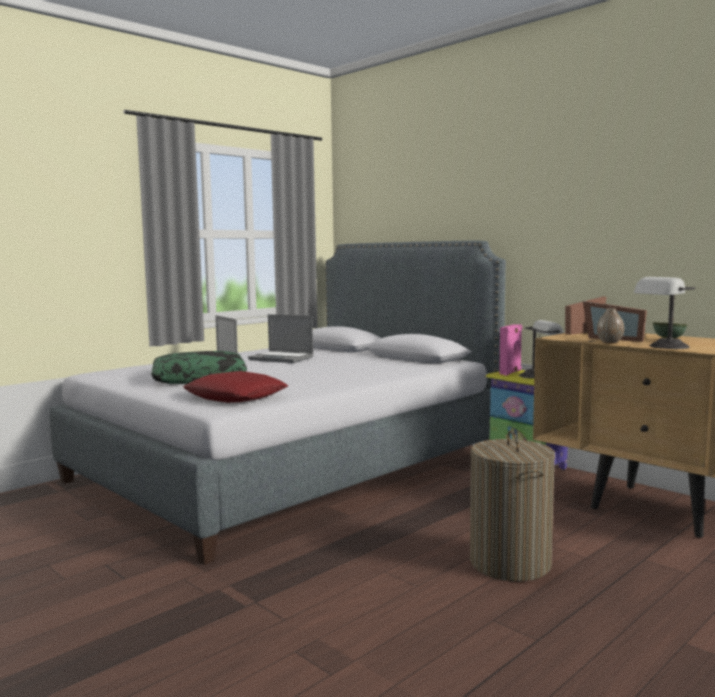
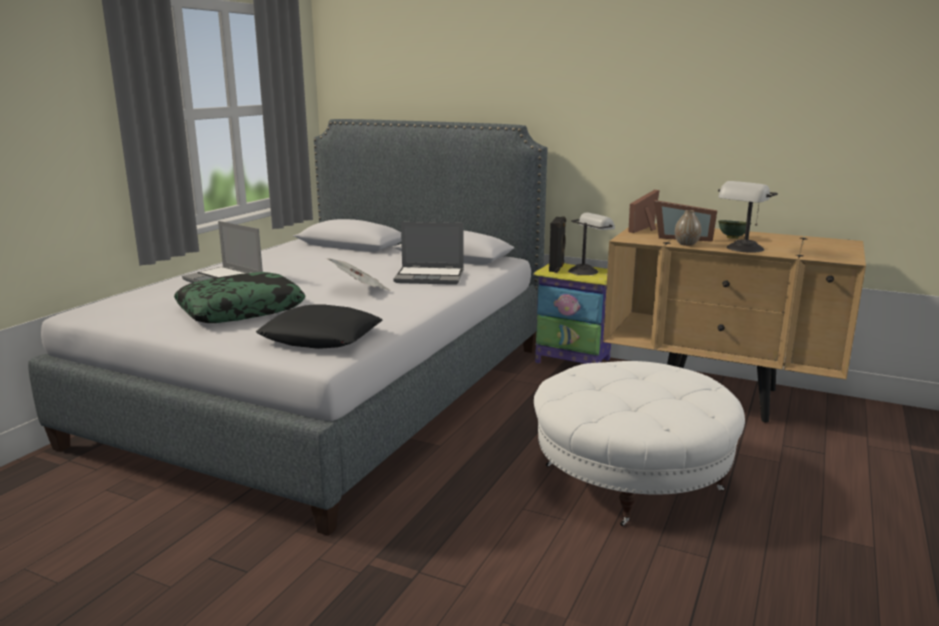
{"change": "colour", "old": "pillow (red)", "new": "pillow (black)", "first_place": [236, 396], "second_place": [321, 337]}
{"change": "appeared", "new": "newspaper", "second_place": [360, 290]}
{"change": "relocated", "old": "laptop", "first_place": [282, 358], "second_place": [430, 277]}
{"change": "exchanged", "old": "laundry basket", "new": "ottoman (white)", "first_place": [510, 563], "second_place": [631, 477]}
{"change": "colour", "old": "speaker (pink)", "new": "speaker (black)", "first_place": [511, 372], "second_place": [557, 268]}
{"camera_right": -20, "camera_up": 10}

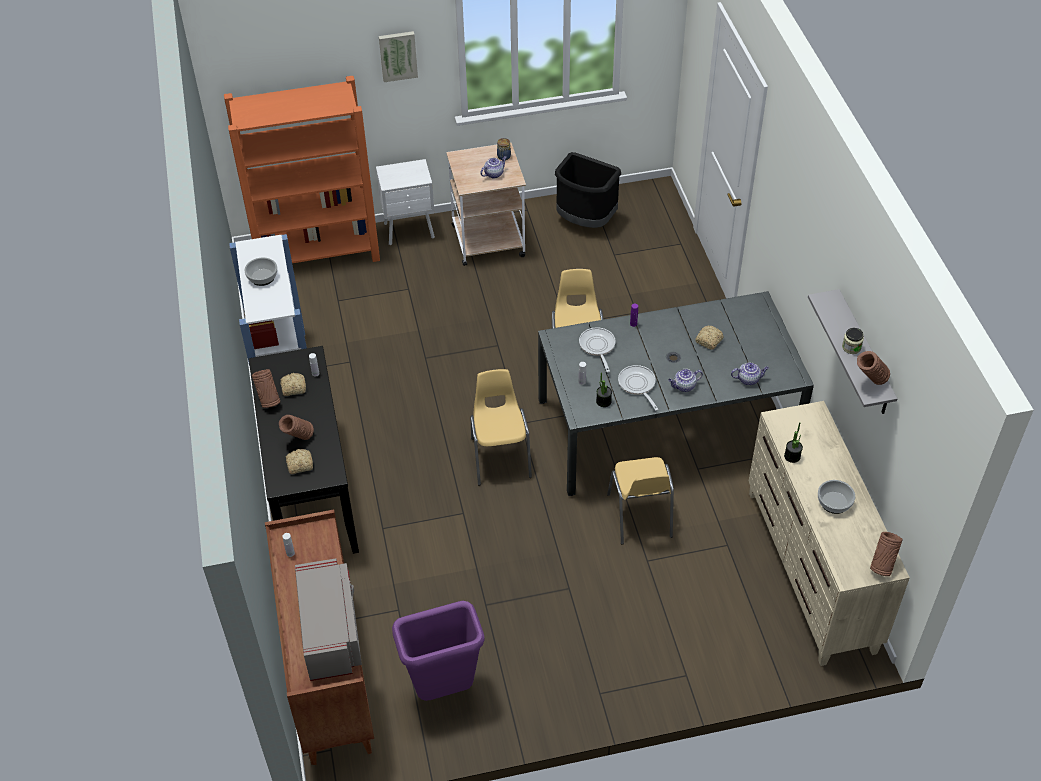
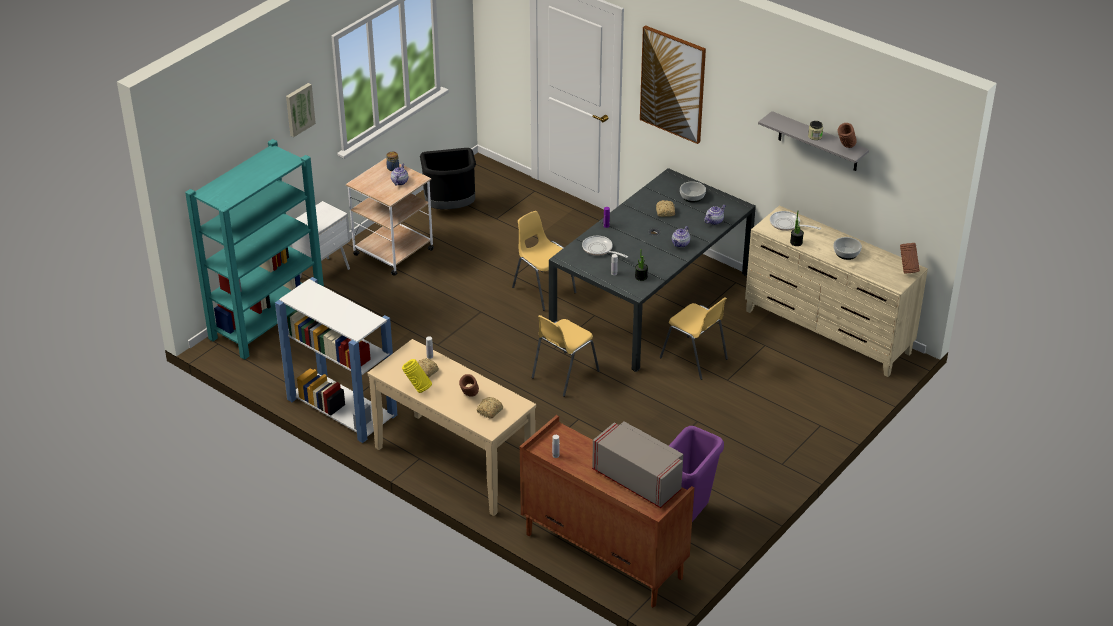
{"change": "colour", "old": "bookcase (orange)", "new": "bookcase (turquoise)", "first_place": [317, 252], "second_place": [267, 320]}
{"change": "colour", "old": "console table (black)", "new": "console table (beige)", "first_place": [310, 490], "second_place": [454, 464]}
{"change": "colour", "old": "vase (brown)", "new": "vase (yellow)", "first_place": [269, 401], "second_place": [417, 388]}
{"change": "spun", "old": "chair (yellow)", "first_place": [500, 457], "second_place": [564, 374], "degrees": -90}
{"change": "appeared", "new": "picture", "second_place": [673, 84]}
{"change": "relocated", "old": "bowl", "first_place": [262, 277], "second_place": [692, 196]}
{"change": "relocated", "old": "frying pan", "first_place": [638, 385], "second_place": [787, 224]}
{"camera_right": -40, "camera_up": -10}

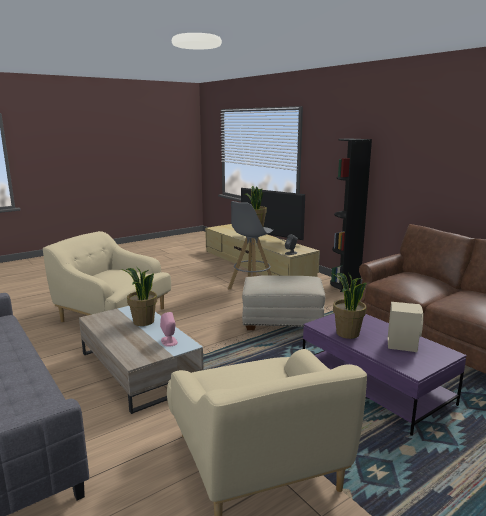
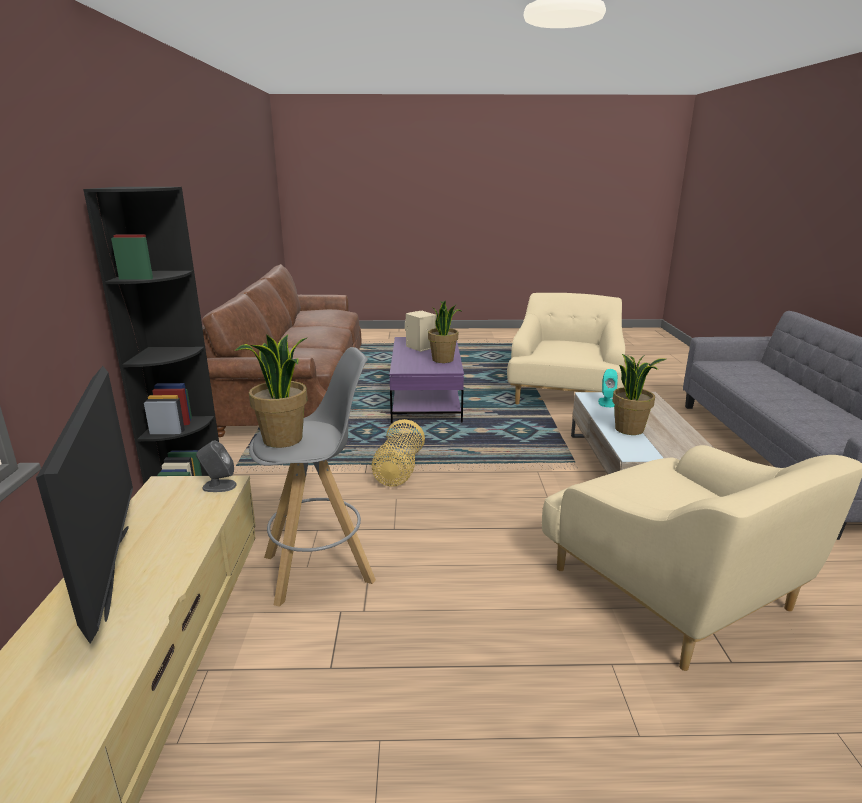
{"change": "exchanged", "old": "ottoman (beige)", "new": "basket", "first_place": [282, 321], "second_place": [398, 471]}
{"change": "colour", "old": "speaker (pink)", "new": "speaker (turquoise)", "first_place": [169, 341], "second_place": [606, 402]}
{"camera_right": -145, "camera_up": 5}

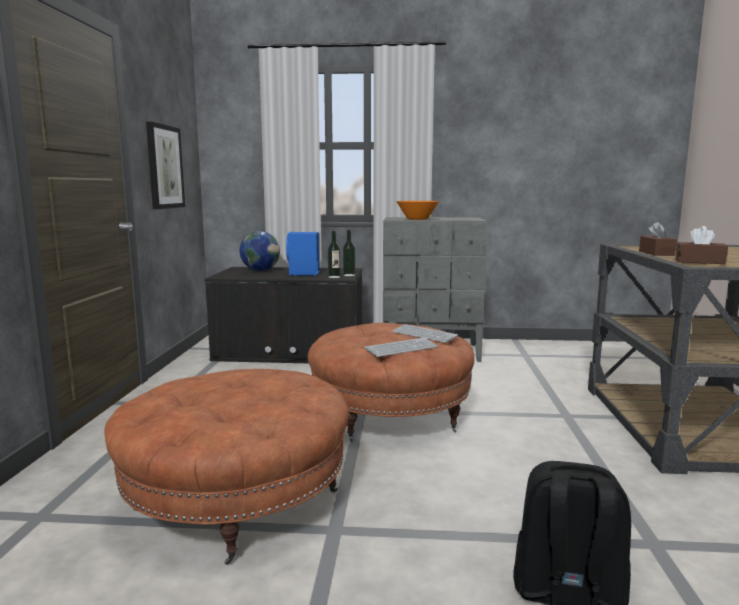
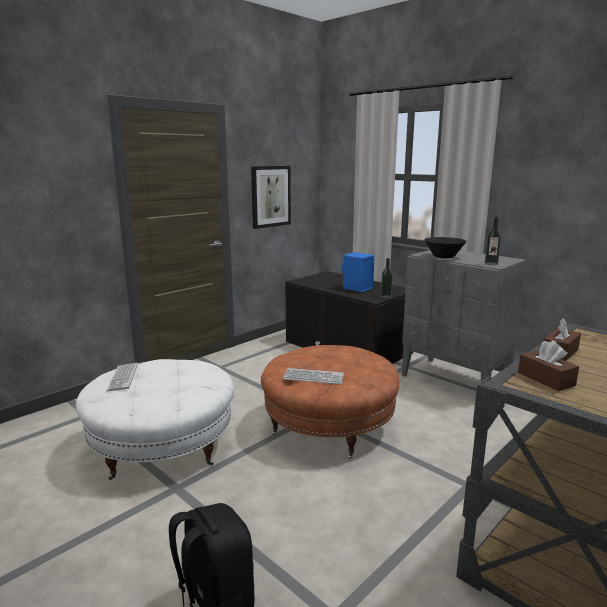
{"change": "colour", "old": "ottoman (brown)", "new": "ottoman (white)", "first_place": [237, 501], "second_place": [163, 446]}
{"change": "relocated", "old": "keyboard", "first_place": [424, 334], "second_place": [123, 377]}
{"change": "colour", "old": "bowl (orange)", "new": "bowl (black)", "first_place": [417, 219], "second_place": [443, 257]}
{"change": "relocated", "old": "bottle", "first_place": [334, 277], "second_place": [491, 264]}
{"change": "missing", "old": "globe", "first_place": [260, 270]}
{"camera_right": 40, "camera_up": 5}

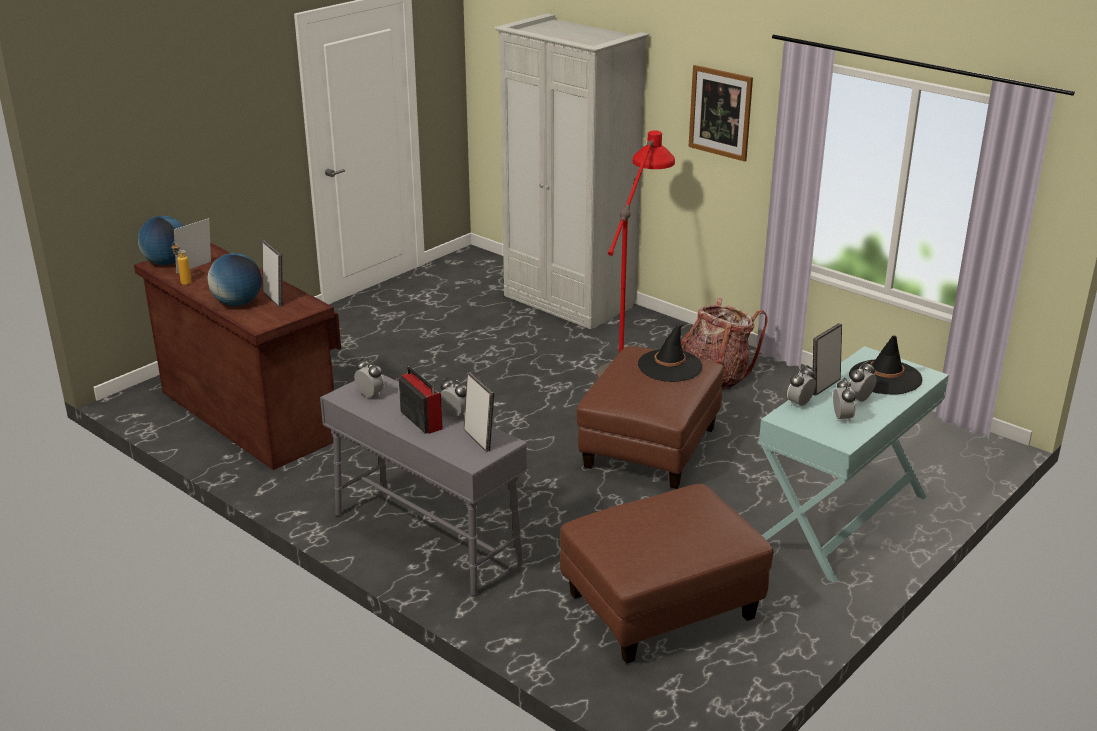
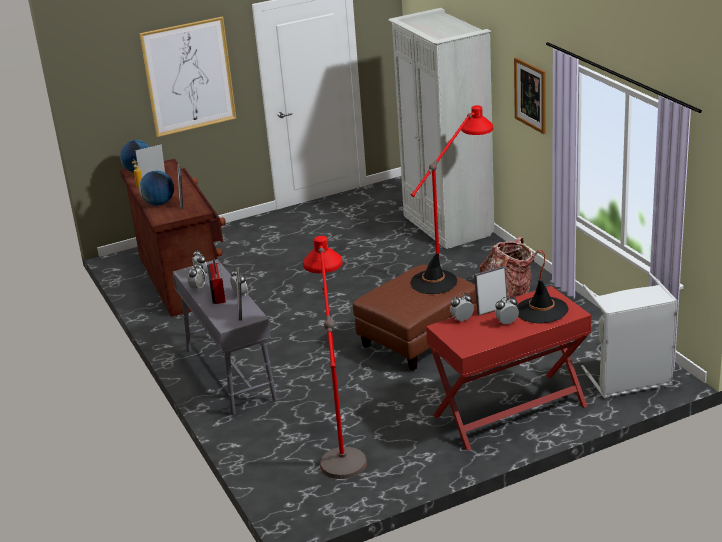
{"change": "appeared", "new": "picture", "second_place": [189, 76]}
{"change": "relocated", "old": "alarm clock", "first_place": [842, 418], "second_place": [198, 288]}
{"change": "exchanged", "old": "ottoman (brown)", "new": "floor lamp (red)", "first_place": [661, 607], "second_place": [341, 443]}
{"change": "colour", "old": "desk (turquoise)", "new": "desk (red)", "first_place": [842, 520], "second_place": [510, 411]}
{"change": "appeared", "new": "laundry basket (grey)", "second_place": [629, 381]}
{"camera_right": 25, "camera_up": 0}

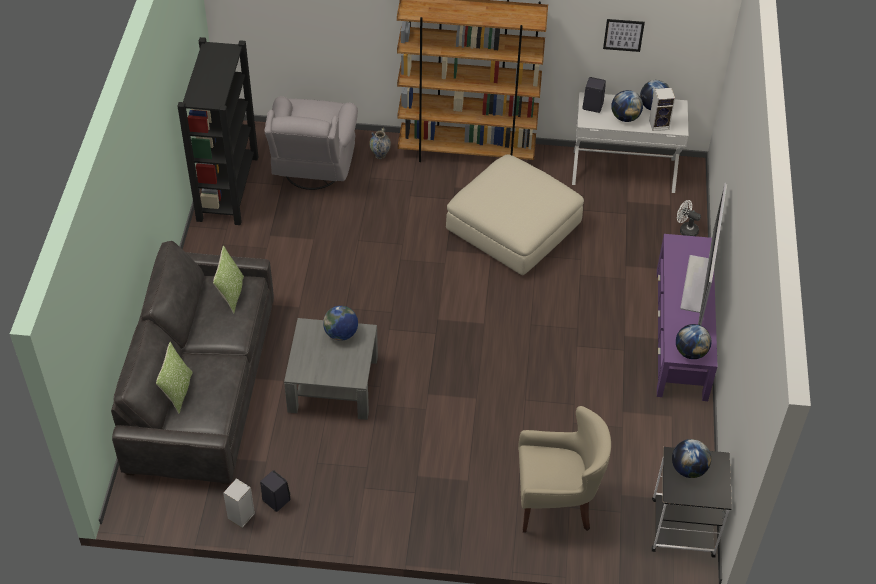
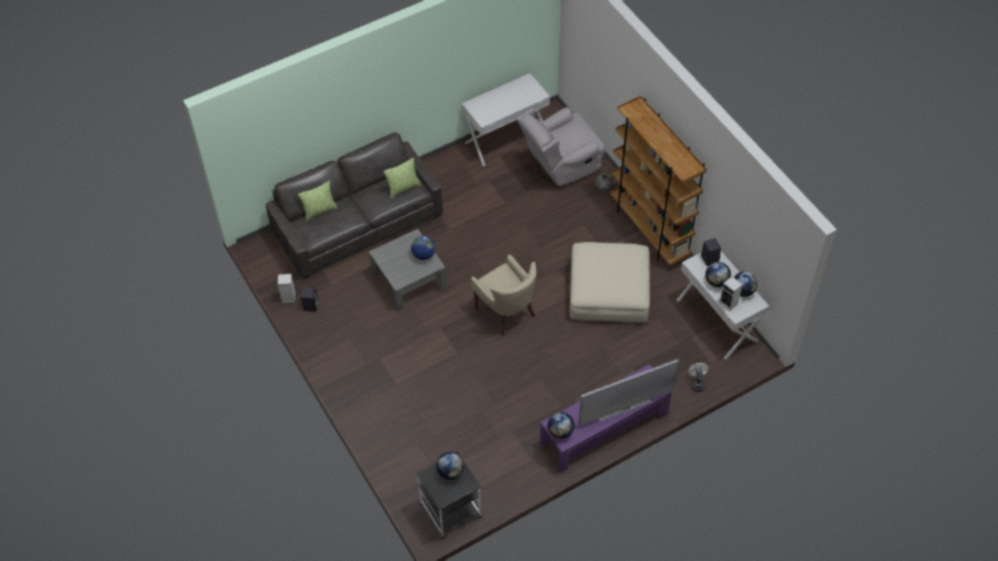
{"change": "exchanged", "old": "bookcase (black)", "new": "console table (white)", "first_place": [227, 188], "second_place": [505, 139]}
{"change": "relocated", "old": "armchair (beige)", "first_place": [556, 504], "second_place": [506, 312]}
{"change": "missing", "old": "picture", "first_place": [623, 35]}
{"camera_right": 55, "camera_up": 5}

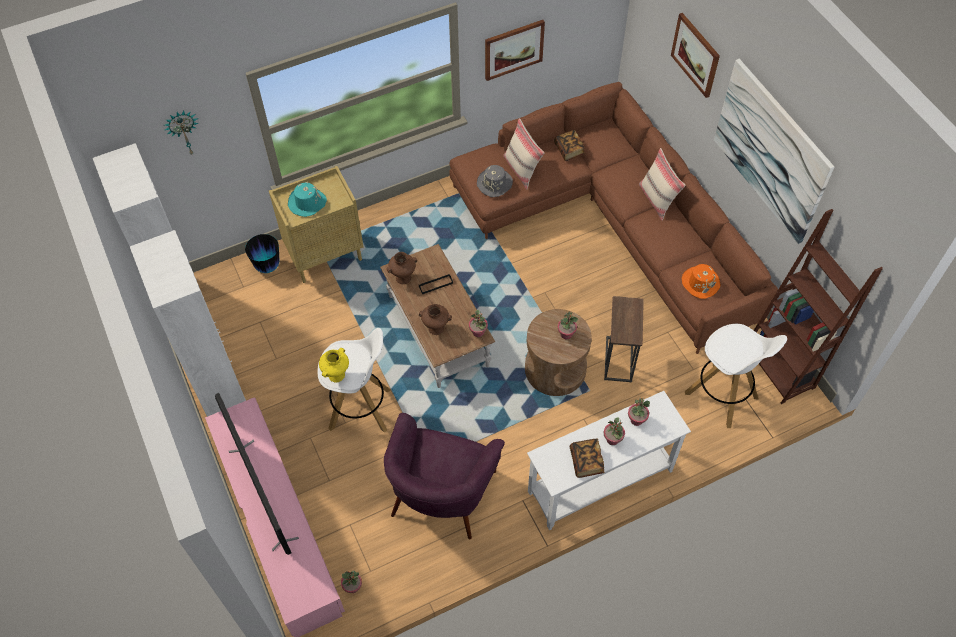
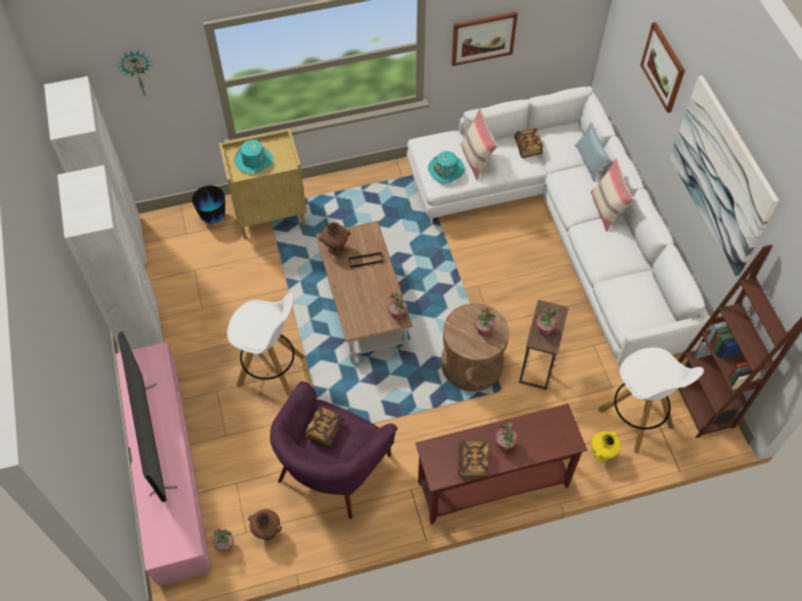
{"change": "relocated", "old": "vase (brown)", "first_place": [435, 328], "second_place": [267, 532]}
{"change": "appeared", "new": "book", "second_place": [324, 430]}
{"change": "colour", "old": "sofa (brown)", "new": "sofa (white)", "first_place": [610, 221], "second_place": [559, 225]}
{"change": "colour", "old": "console table (white)", "new": "console table (brown)", "first_place": [599, 482], "second_place": [492, 485]}
{"change": "colour", "old": "hat (grey)", "new": "hat (turquoise)", "first_place": [495, 183], "second_place": [446, 170]}
{"change": "relocated", "old": "potted plant", "first_place": [636, 420], "second_place": [544, 330]}
{"change": "appeared", "new": "pillow (blue)", "second_place": [589, 162]}
{"change": "relocated", "old": "vase (yellow)", "first_place": [336, 375], "second_place": [601, 454]}
{"change": "missing", "old": "hat (orange)", "first_place": [700, 283]}
{"camera_right": 10, "camera_up": 0}

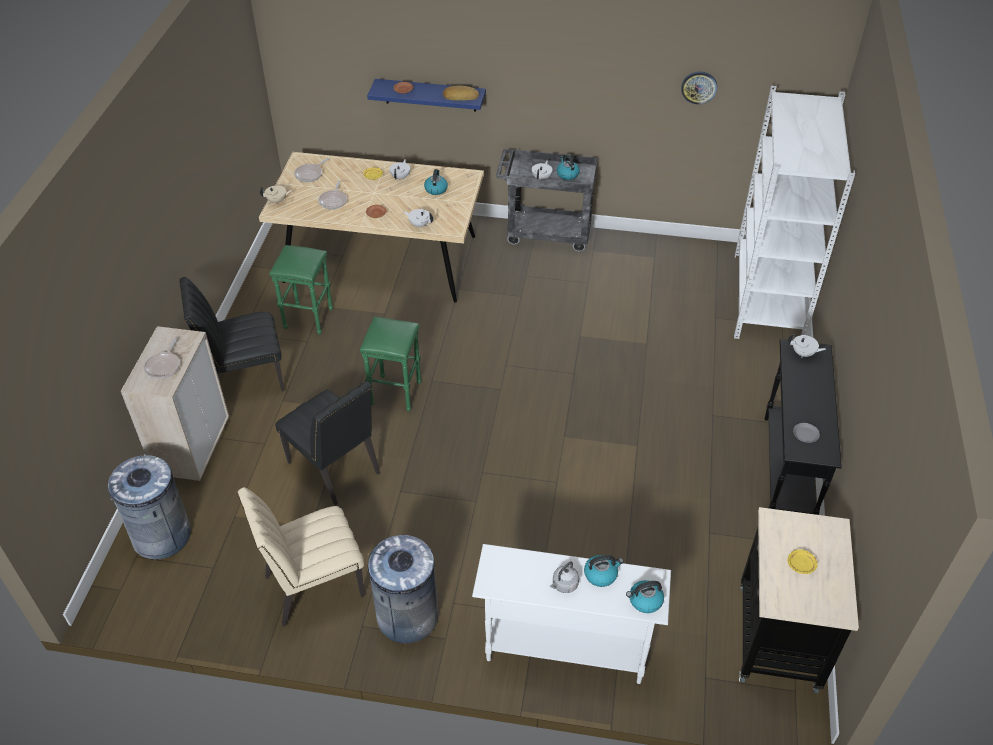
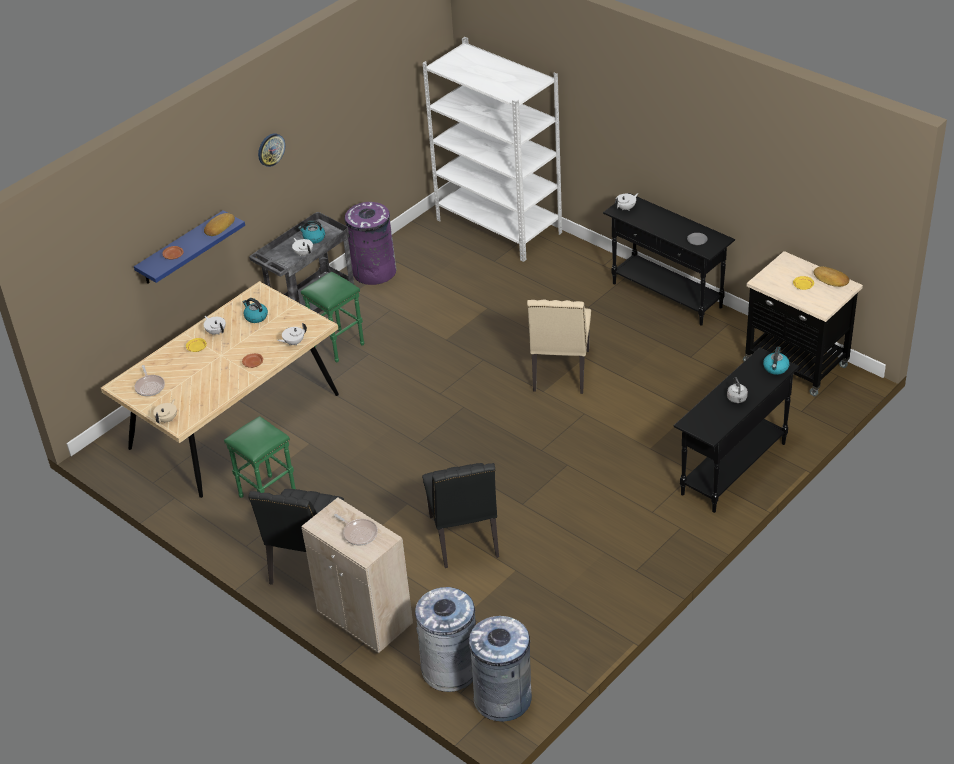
{"change": "relocated", "old": "wall clock", "first_place": [699, 87], "second_place": [271, 149]}
{"change": "relocated", "old": "stool (green)", "first_place": [396, 393], "second_place": [339, 345]}
{"change": "appeared", "new": "trash can (purple)", "second_place": [374, 272]}
{"change": "spun", "old": "chair (black)", "first_place": [333, 467], "second_place": [463, 536], "degrees": 90}
{"change": "relocated", "old": "trash can (grey)", "first_place": [407, 616], "second_place": [503, 698]}
{"change": "relocated", "old": "chair (beige)", "first_place": [315, 585], "second_place": [560, 370]}
{"change": "colour", "old": "console table (white)", "new": "console table (black)", "first_place": [565, 649], "second_place": [733, 468]}
{"change": "appeared", "new": "bread", "second_place": [830, 279]}
{"change": "missing", "old": "frying pan", "first_place": [333, 201]}
{"change": "missing", "old": "kettle", "first_place": [601, 574]}
{"camera_right": -55, "camera_up": -5}

